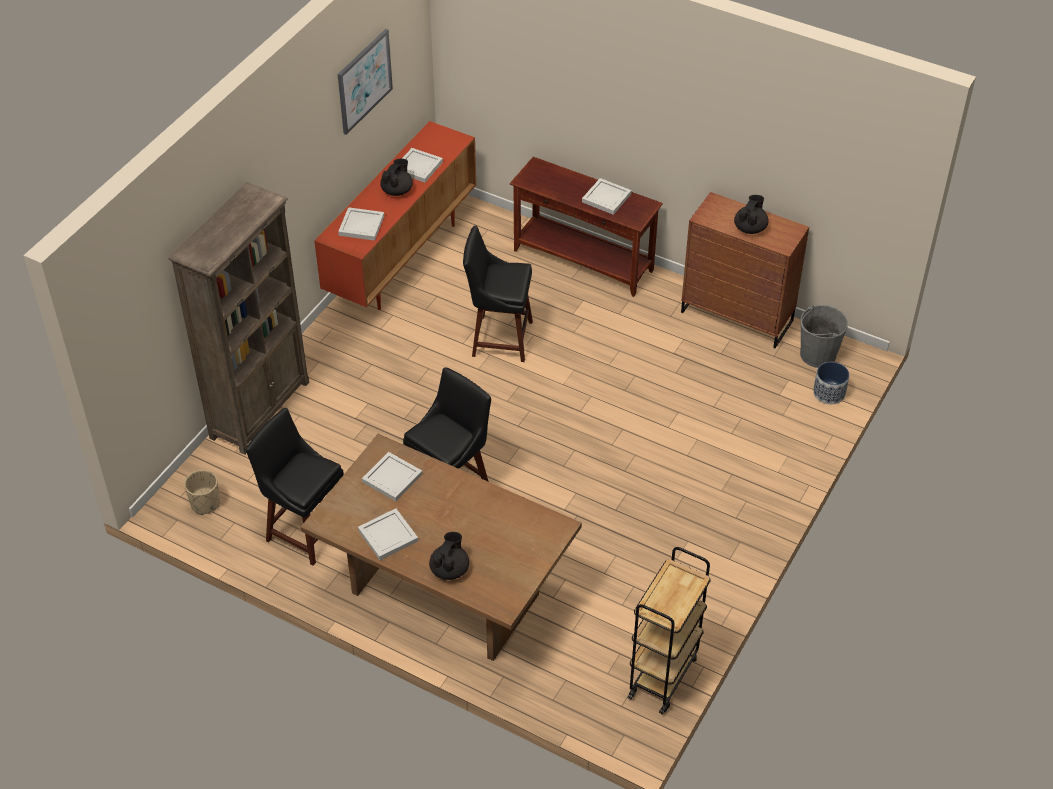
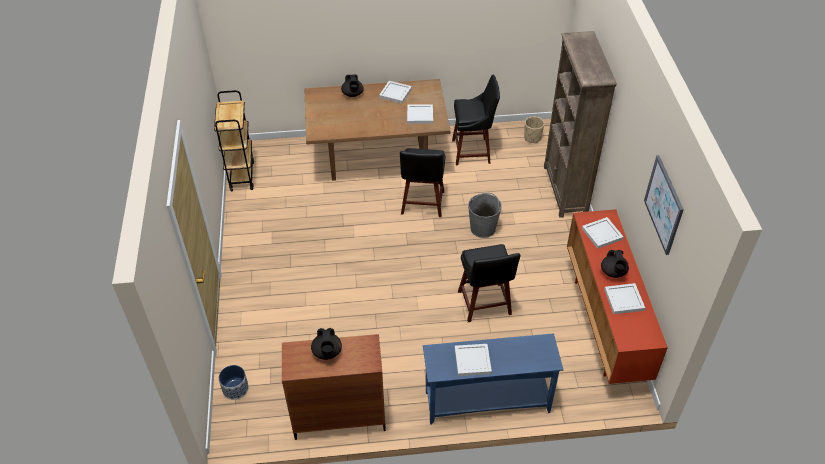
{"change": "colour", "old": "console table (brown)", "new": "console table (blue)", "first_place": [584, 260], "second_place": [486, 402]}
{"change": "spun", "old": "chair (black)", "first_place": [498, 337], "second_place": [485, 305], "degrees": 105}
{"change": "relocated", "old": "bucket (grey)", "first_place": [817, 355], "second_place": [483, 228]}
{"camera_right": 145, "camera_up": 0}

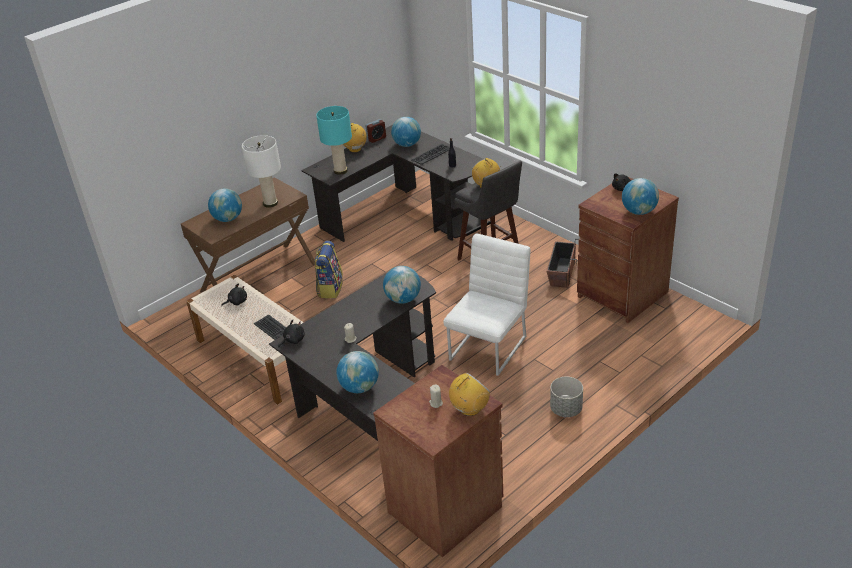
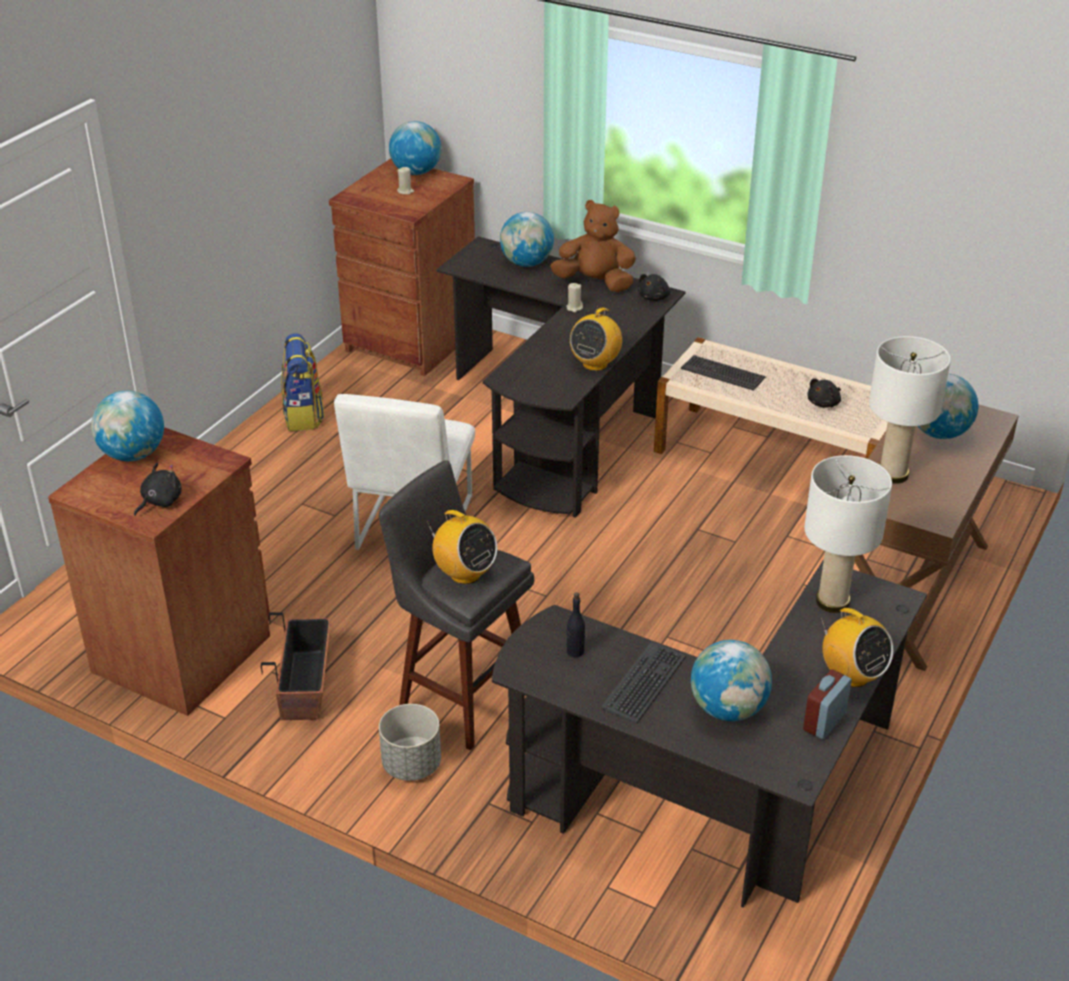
{"change": "relocated", "old": "backpack", "first_place": [330, 288], "second_place": [304, 416]}
{"change": "relocated", "old": "planter (grey)", "first_place": [566, 409], "second_place": [411, 764]}
{"change": "relocated", "old": "globe", "first_place": [403, 299], "second_place": [416, 172]}
{"change": "appeared", "new": "plush toy (brown)", "second_place": [595, 283]}
{"change": "relocated", "old": "radio", "first_place": [470, 409], "second_place": [595, 364]}
{"change": "colour", "old": "table lamp (turquoise)", "new": "table lamp (white)", "first_place": [340, 170], "second_place": [833, 602]}
{"camera_right": 160, "camera_up": 0}

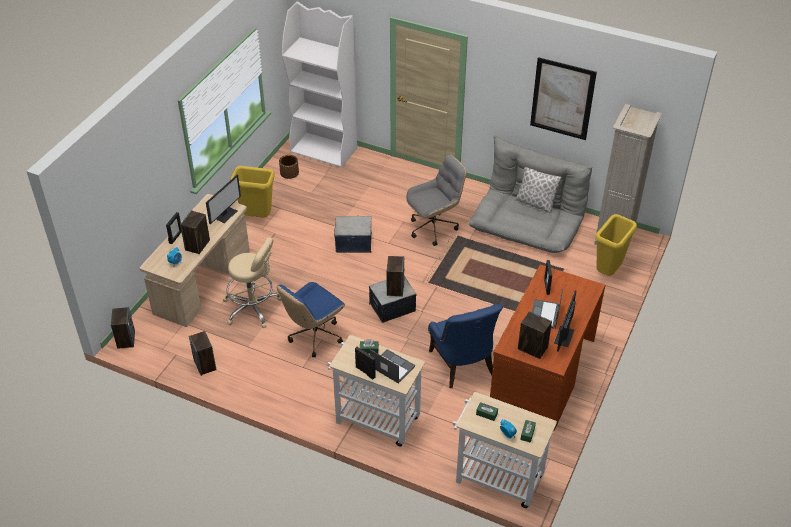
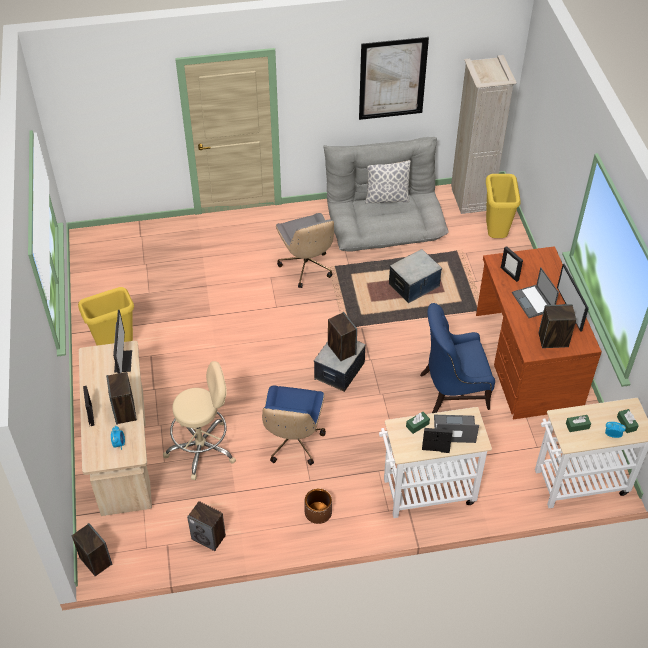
{"change": "spun", "old": "office chair (grey)", "first_place": [434, 228], "second_place": [306, 269], "degrees": 135}
{"change": "relocated", "old": "planter (brown)", "first_place": [289, 173], "second_place": [318, 512]}
{"change": "relocated", "old": "storage box", "first_place": [353, 243], "second_place": [414, 285]}
{"change": "spun", "old": "chair (blue)", "first_place": [463, 363], "second_place": [453, 390], "degrees": 135}
{"change": "missing", "old": "bookcase (white)", "first_place": [324, 150]}
{"camera_right": -35, "camera_up": 5}

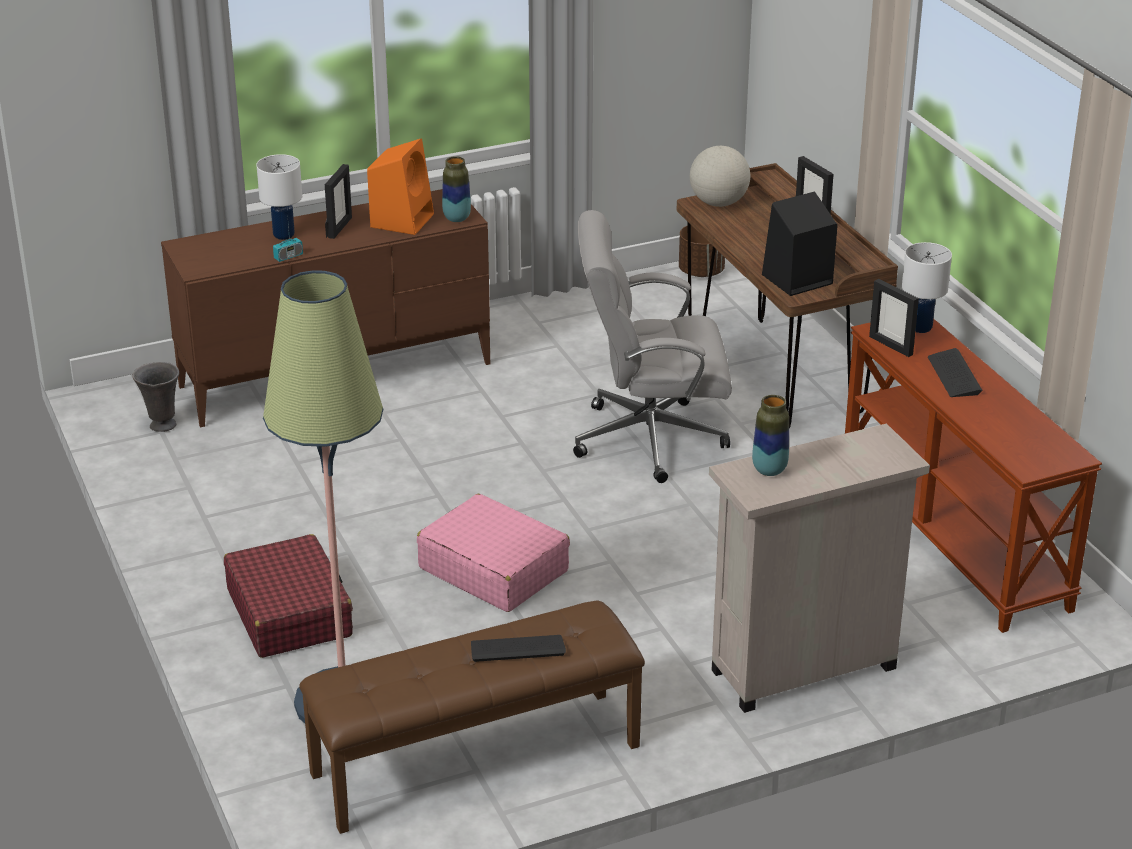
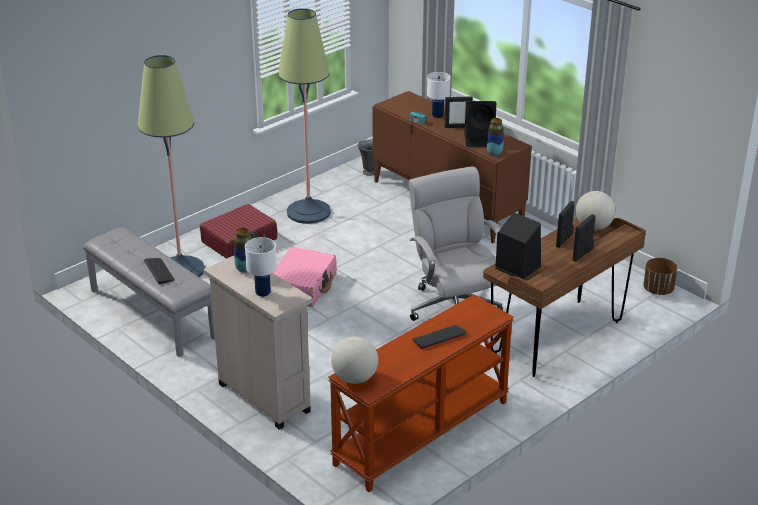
{"change": "colour", "old": "bench (brown)", "new": "bench (grey)", "first_place": [476, 761], "second_place": [151, 314]}
{"change": "relocated", "old": "table lamp (white)", "first_place": [919, 328], "second_place": [262, 292]}
{"change": "appeared", "new": "floor lamp", "second_place": [308, 212]}
{"change": "appeared", "new": "globe", "second_place": [355, 378]}
{"change": "colour", "old": "speaker (orange)", "new": "speaker (black)", "first_place": [402, 219], "second_place": [480, 140]}
{"change": "relocated", "old": "picture frame", "first_place": [891, 345], "second_place": [564, 240]}
{"camera_right": 70, "camera_up": 0}

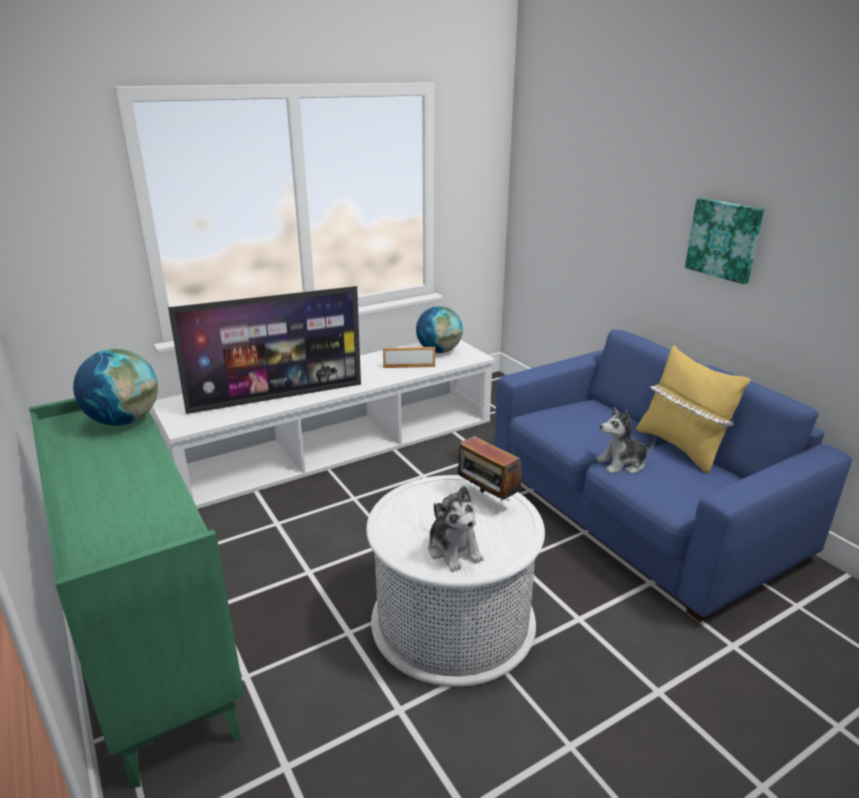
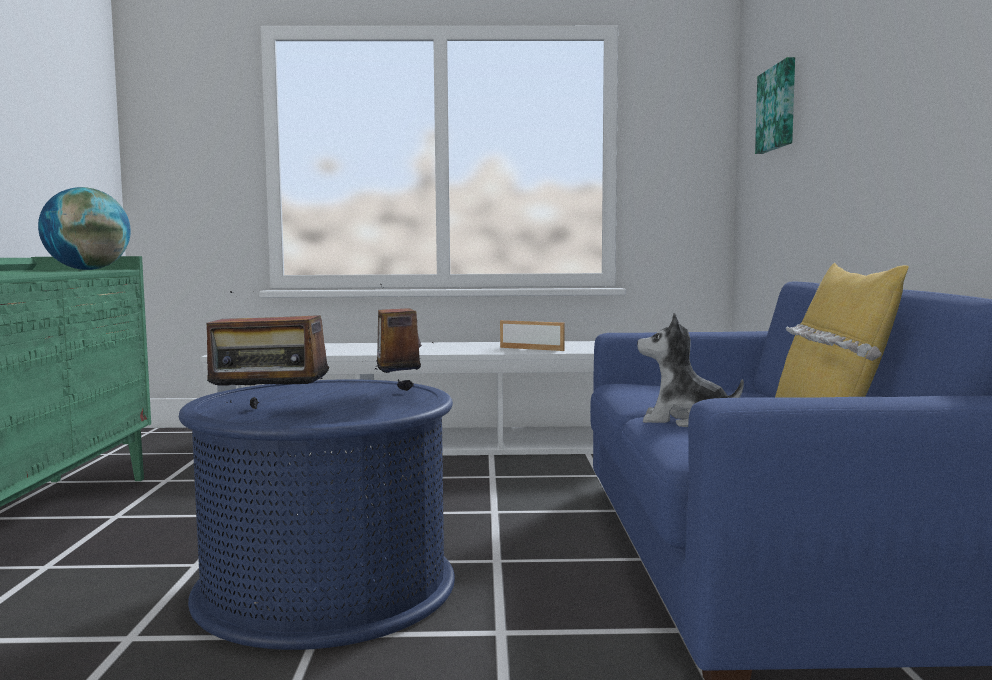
{"change": "colour", "old": "coffee table (white)", "new": "coffee table (blue)", "first_place": [453, 620], "second_place": [326, 587]}
{"change": "exchanged", "old": "plush toy", "new": "radio", "first_place": [454, 550], "second_place": [269, 411]}
{"change": "relocated", "old": "picture", "first_place": [724, 239], "second_place": [778, 108]}
{"change": "missing", "old": "television", "first_place": [277, 397]}
{"change": "missing", "old": "globe", "first_place": [439, 351]}
{"camera_right": 30, "camera_up": -20}

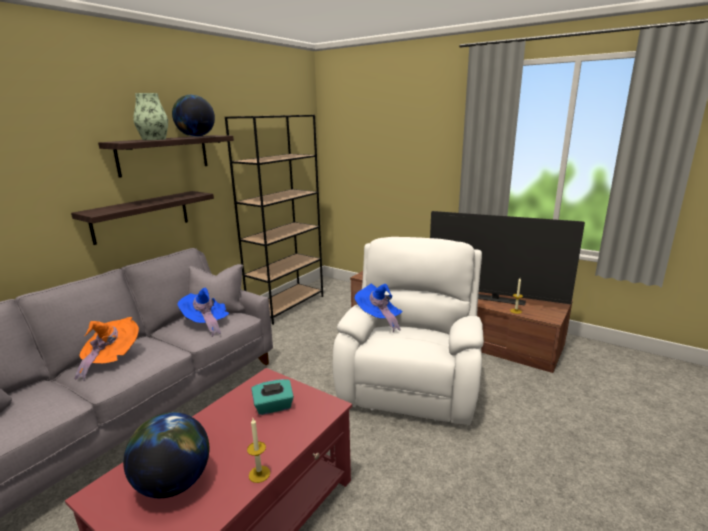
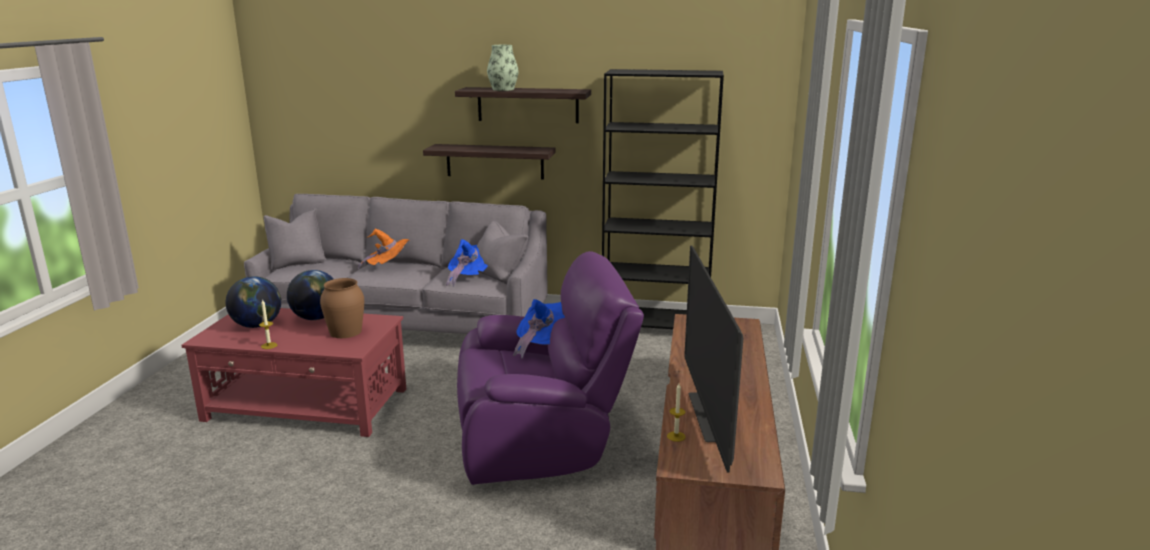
{"change": "relocated", "old": "globe", "first_place": [196, 136], "second_place": [316, 318]}
{"change": "exchanged", "old": "tissue box (turquoise)", "new": "vase (brown)", "first_place": [273, 407], "second_place": [346, 332]}
{"change": "colour", "old": "armchair (white)", "new": "armchair (purple)", "first_place": [411, 383], "second_place": [541, 440]}
{"change": "colour", "old": "bookcase (beige)", "new": "bookcase (black)", "first_place": [286, 305], "second_place": [655, 326]}
{"camera_right": 65, "camera_up": 0}

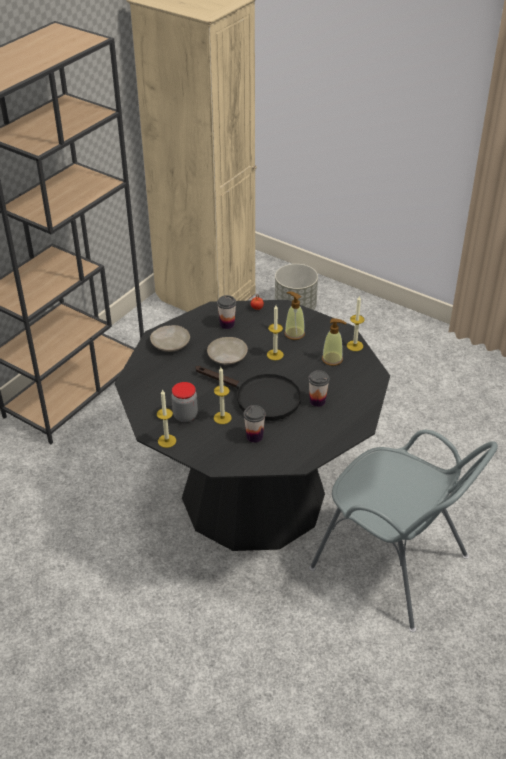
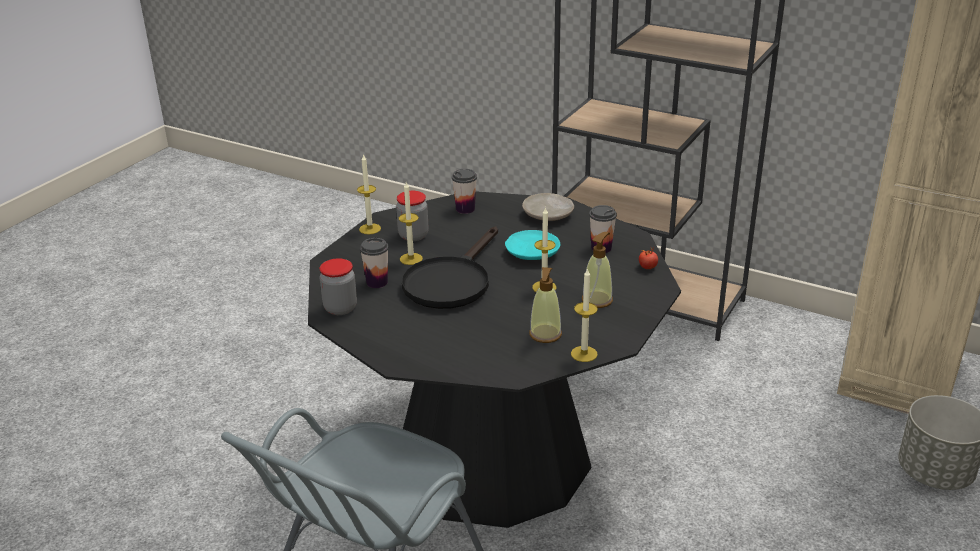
{"change": "appeared", "new": "jar", "second_place": [340, 308]}
{"change": "relocated", "old": "cup", "first_place": [317, 401], "second_place": [465, 209]}
{"change": "colour", "old": "plate (beige)", "new": "plate (turquoise)", "first_place": [227, 356], "second_place": [532, 253]}
{"camera_right": 85, "camera_up": -10}

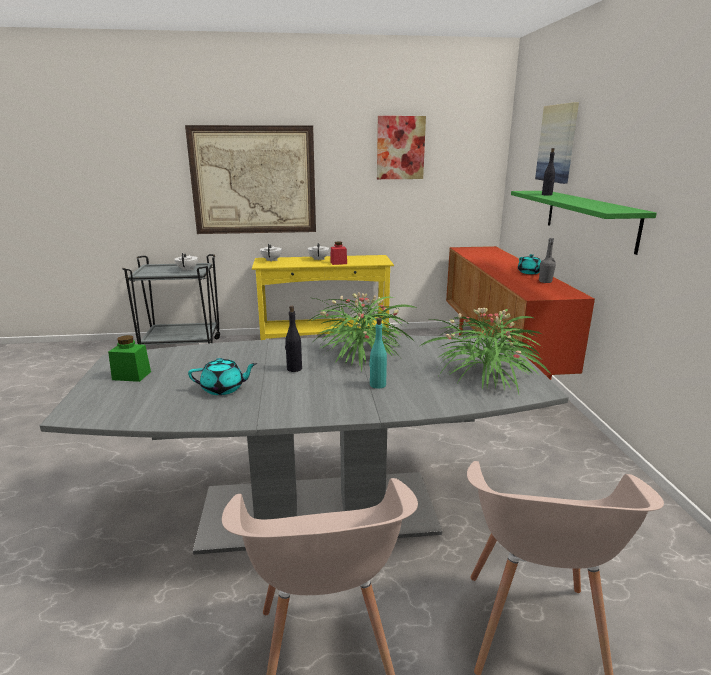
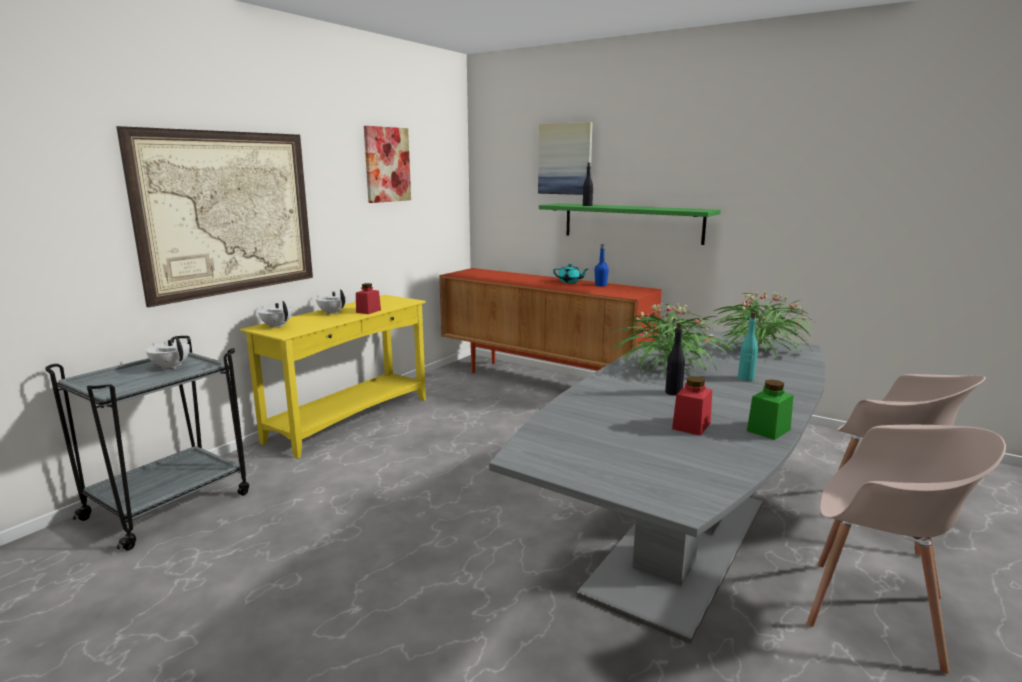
{"change": "colour", "old": "bottle (grey)", "new": "bottle (blue)", "first_place": [545, 281], "second_place": [600, 285]}
{"change": "exchanged", "old": "teapot (turquoise)", "new": "jar (red)", "first_place": [223, 389], "second_place": [691, 426]}
{"change": "relocated", "old": "jar (green)", "first_place": [131, 375], "second_place": [768, 430]}
{"camera_right": -50, "camera_up": -5}

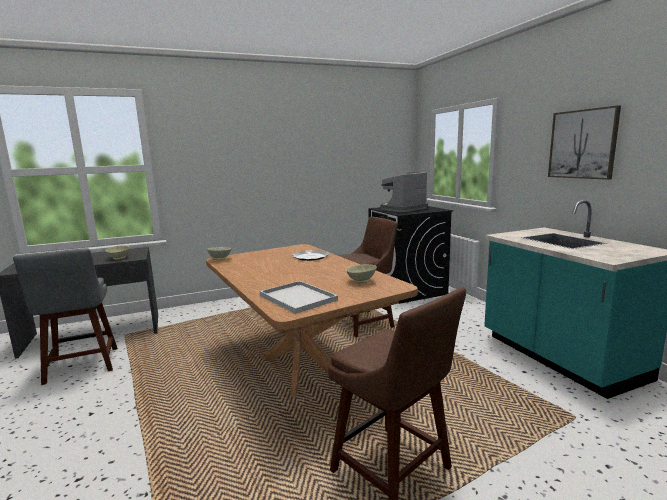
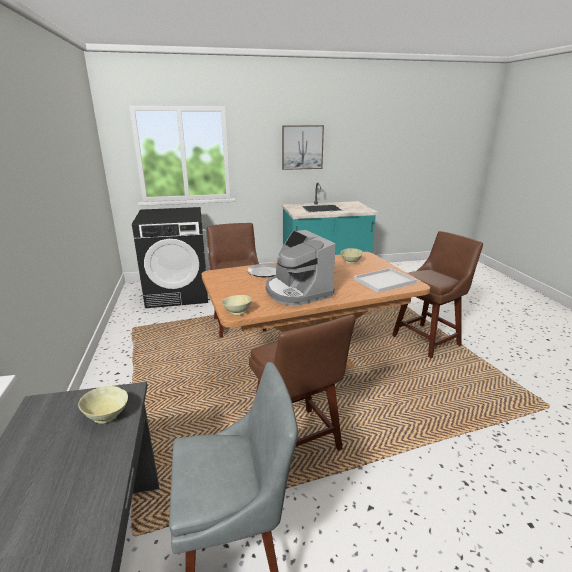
{"change": "appeared", "new": "chair (brown)", "second_place": [297, 444]}
{"change": "relocated", "old": "coffee machine", "first_place": [402, 209], "second_place": [297, 291]}
{"camera_right": -80, "camera_up": 10}

